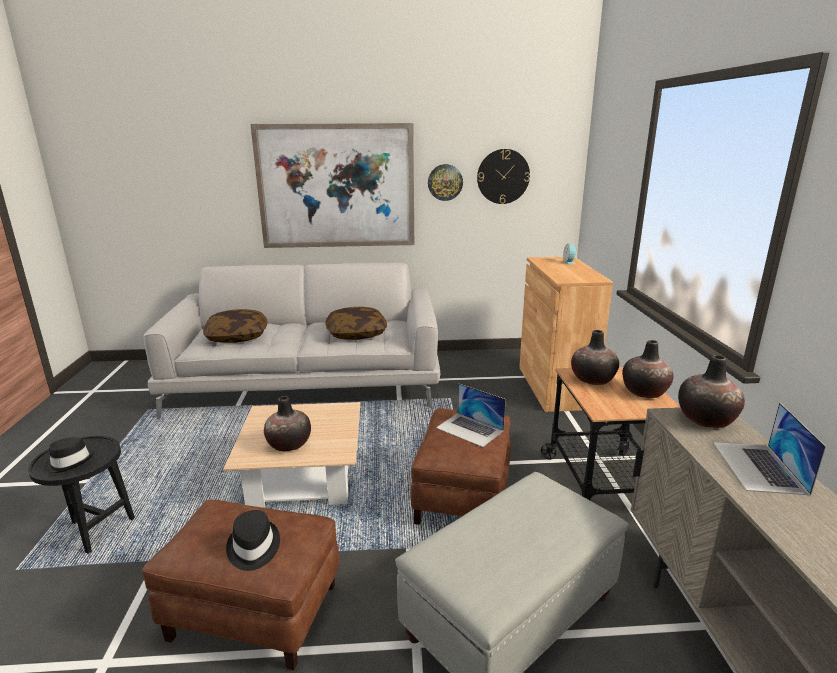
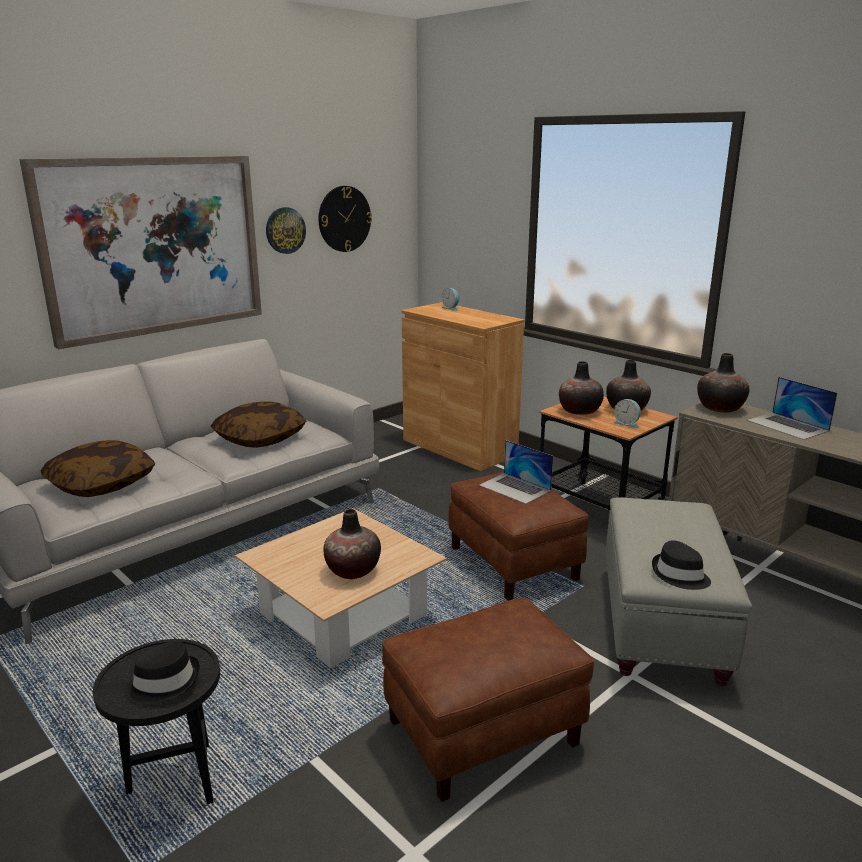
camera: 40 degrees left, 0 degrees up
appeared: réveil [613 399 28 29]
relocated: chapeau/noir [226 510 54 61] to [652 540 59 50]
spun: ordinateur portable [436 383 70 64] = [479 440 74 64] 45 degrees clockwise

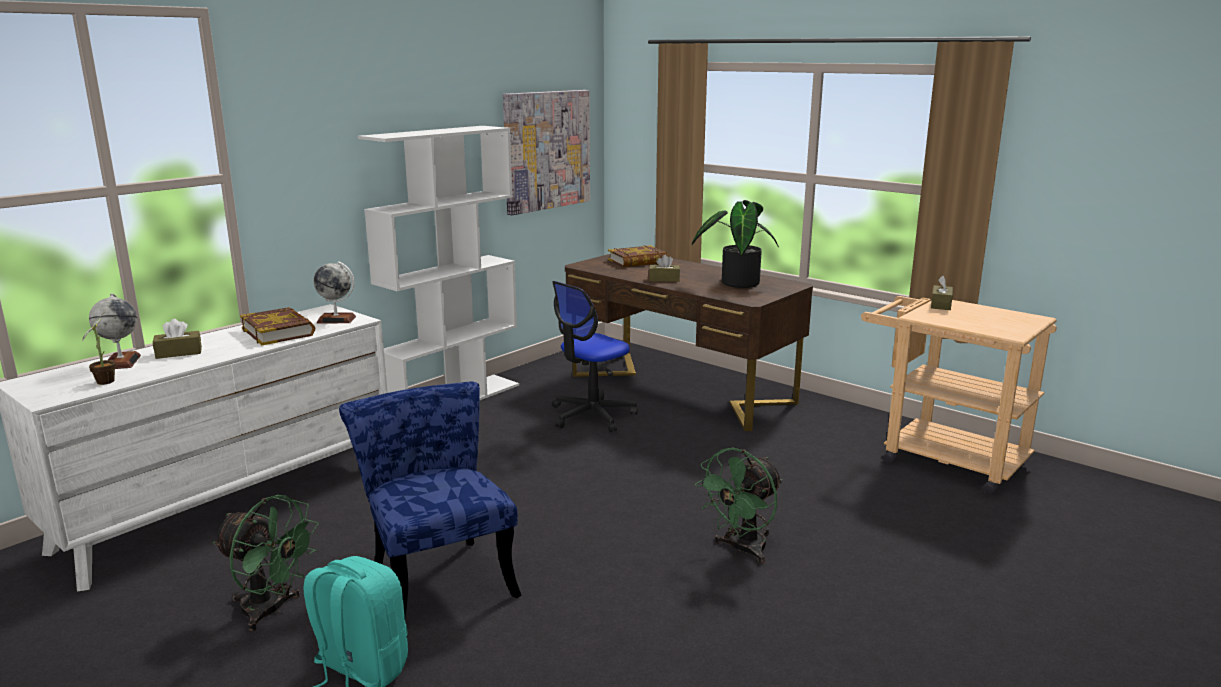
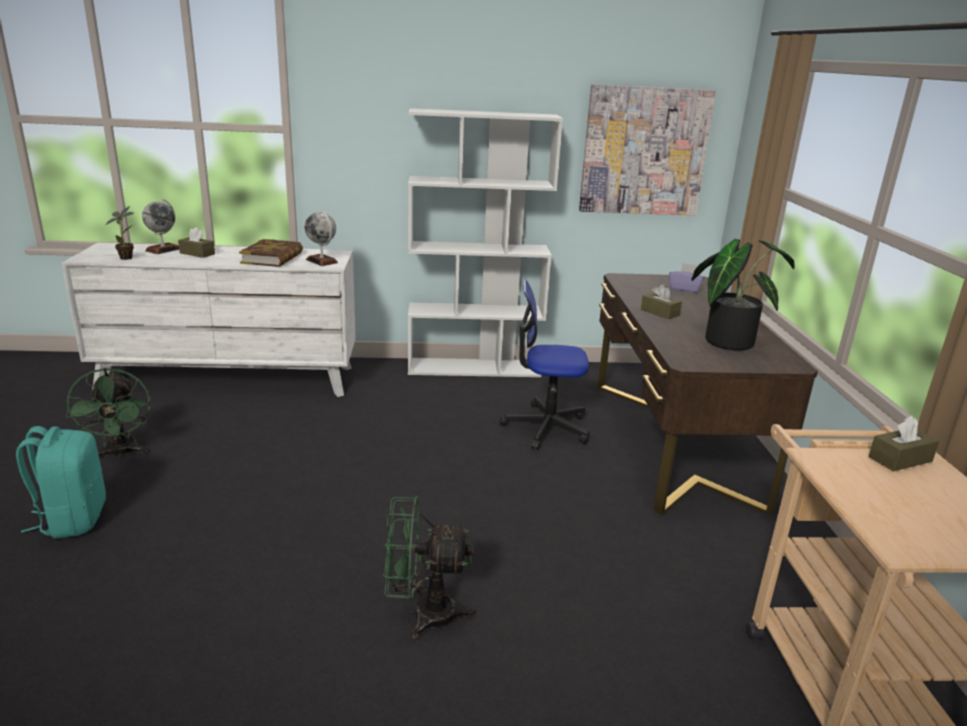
camera: 45 degrees right, 5 degrees up
missing: chaise/bleu [339 382 183 234]
exchanged: livre [608 245 60 22] to boîte à mouchoirs/violet [669 263 35 30]

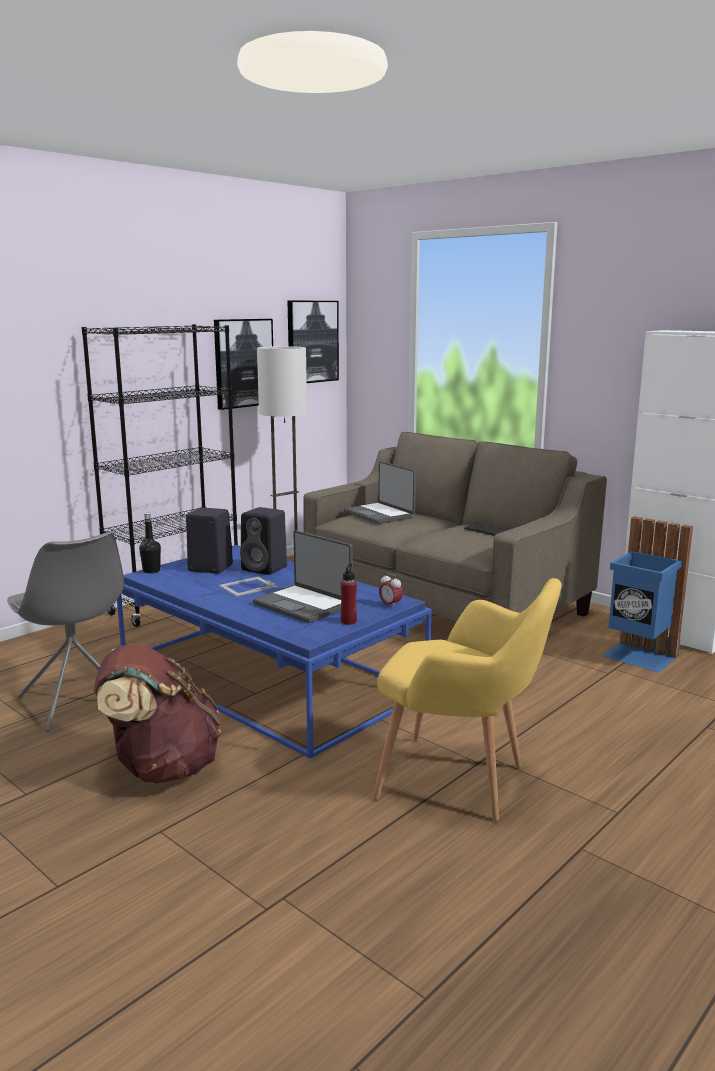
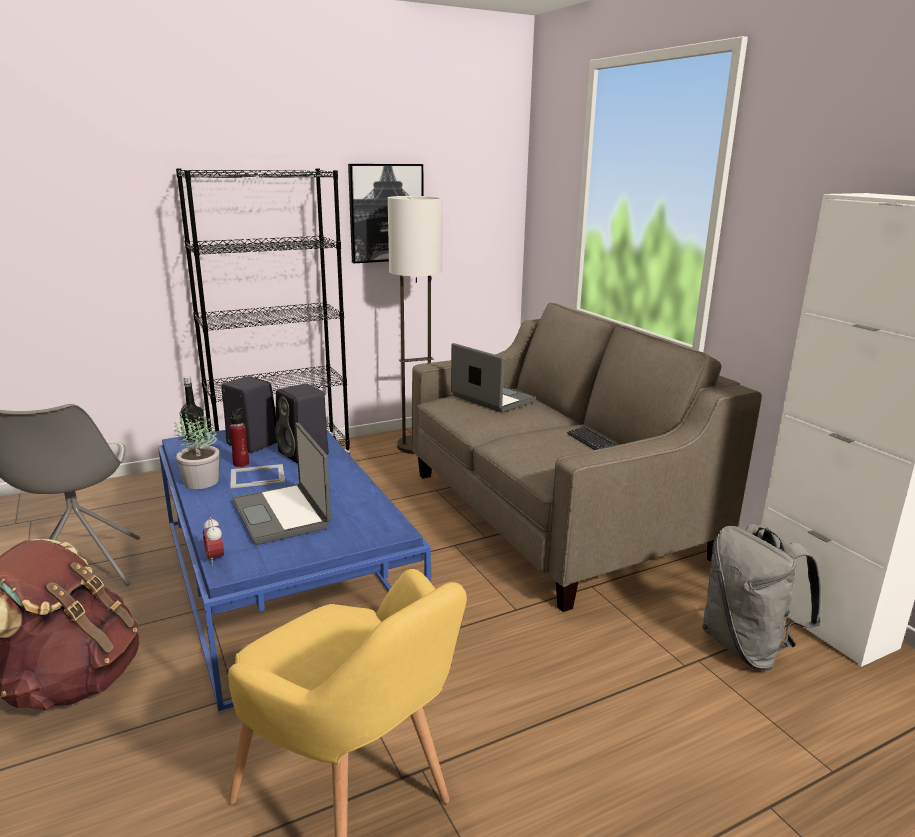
camera: 20 degrees right, 5 degrees up
missing: tableau [287 301 52 82]
appeared: plante en pot [174 412 45 77]
relocated: bouteille/rouge [341 564 16 61] to [229 408 20 59]; réveil [379 573 24 36] to [203 517 21 48]
exchanged: poubelle/bleu [602 516 91 156] to sac à dos/gris [702 524 119 146]
spun: ordinateur portable [344 461 72 63] = [451 343 85 70] 150 degrees clockwise

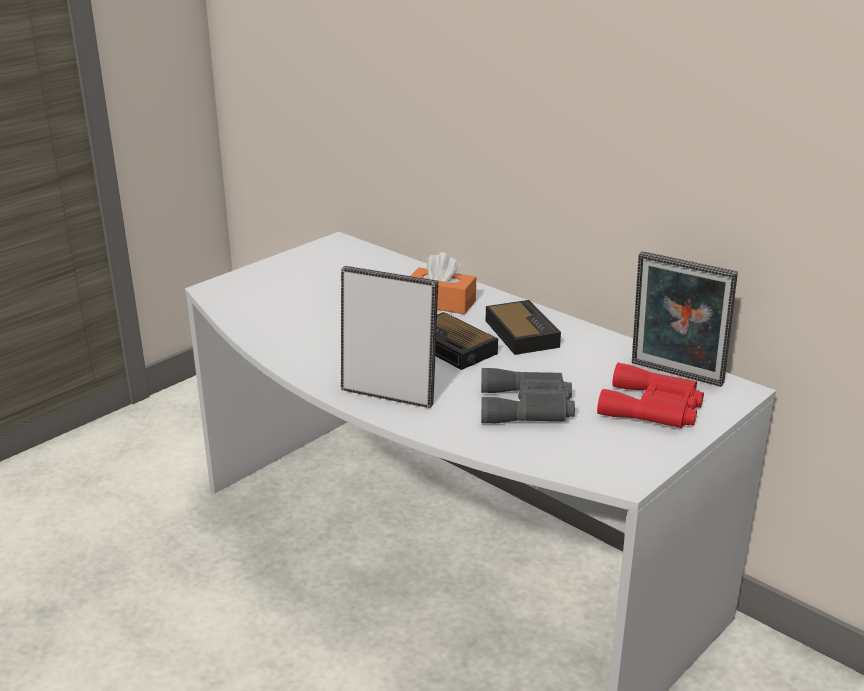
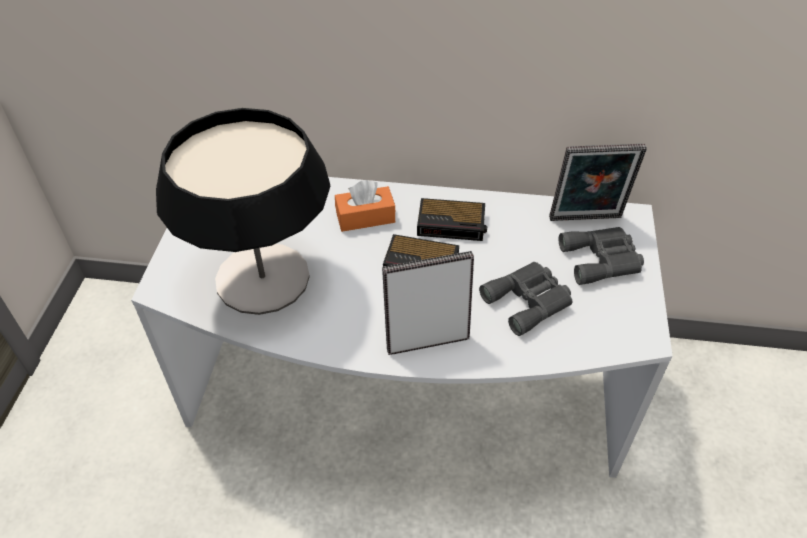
camera: 35 degrees left, 20 degrees up
appeared: lampe de table [156 108 174 207]
colour: jumelles/rouge [597 363 107 65] to jumelles/gris [558 227 86 58]
spun: réveil [486 300 75 55] = [417 198 70 43] 150 degrees clockwise

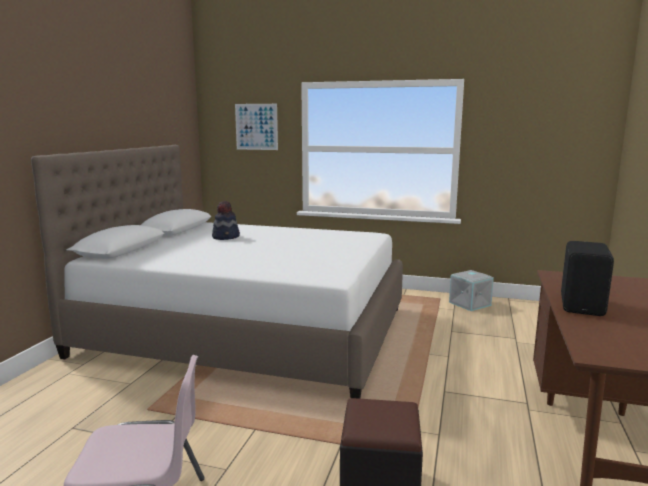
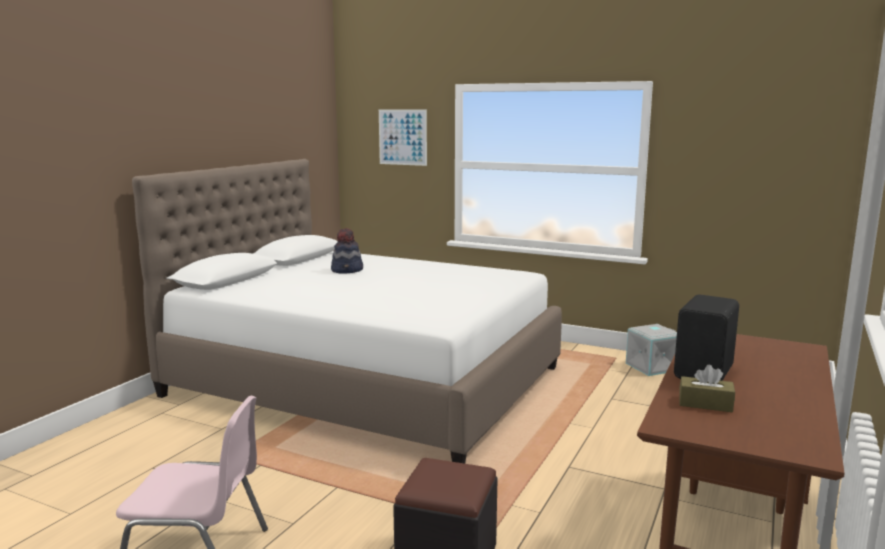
camera: 10 degrees right, 0 degrees up
appeared: boîte à mouchoirs/marron [680 364 55 48]

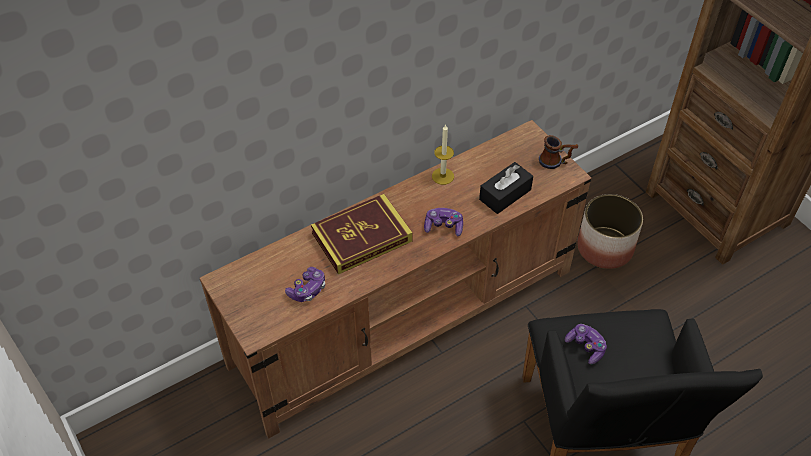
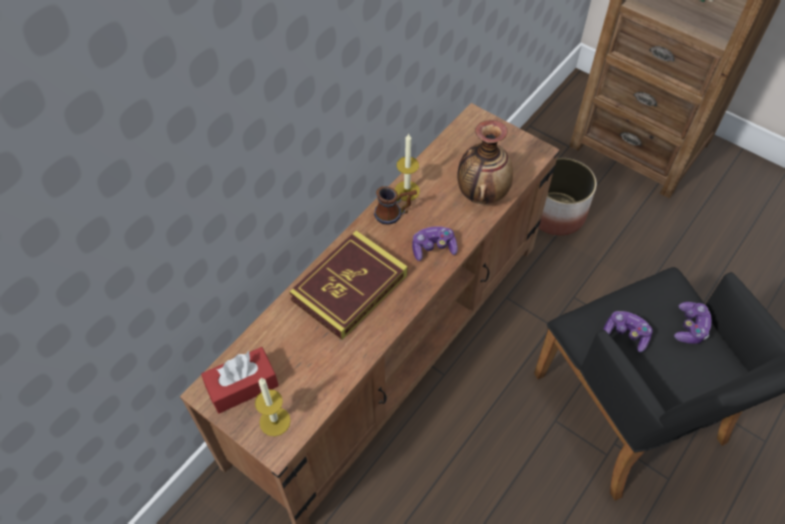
camera: 20 degrees left, 5 degrees up
appeared: boîte à mouchoirs/rouge [201 347 78 66]; bougie [255 378 36 58]
relocated: manette [285 267 40 35] to [674 302 38 42]; mug [539 135 39 34] to [374 186 43 39]
exchanged: boîte à mouchoirs/noir [479 162 54 52] to vase [457 120 56 84]

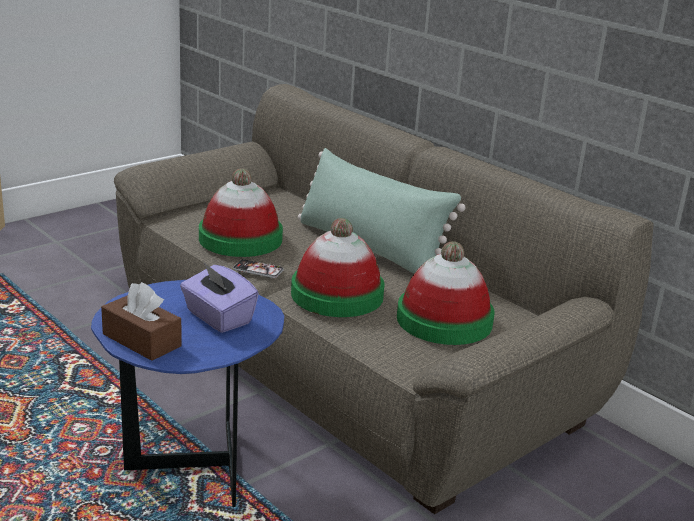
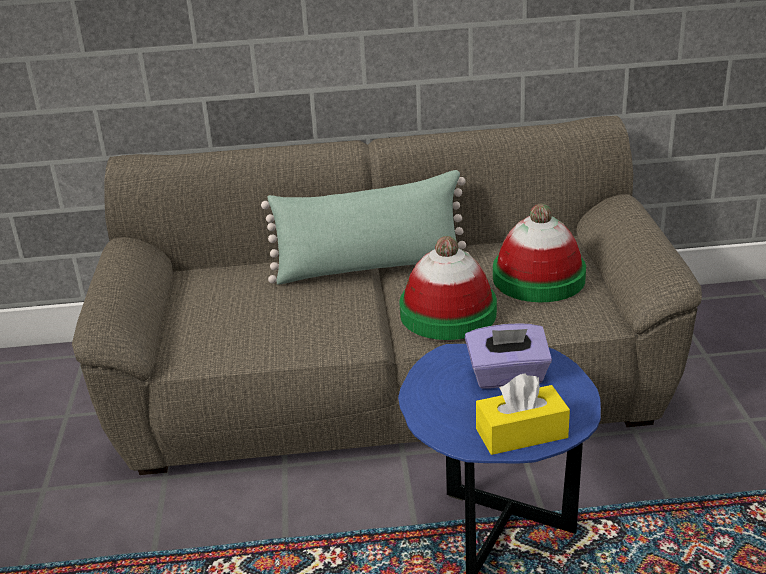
camera: 50 degrees left, 5 degrees up
missing: chapeau [199 168 84 89]; téléphone [233 259 51 19]
colour: boîte à mouchoirs/marron [101 282 81 79] to boîte à mouchoirs/jaune [476 373 94 82]

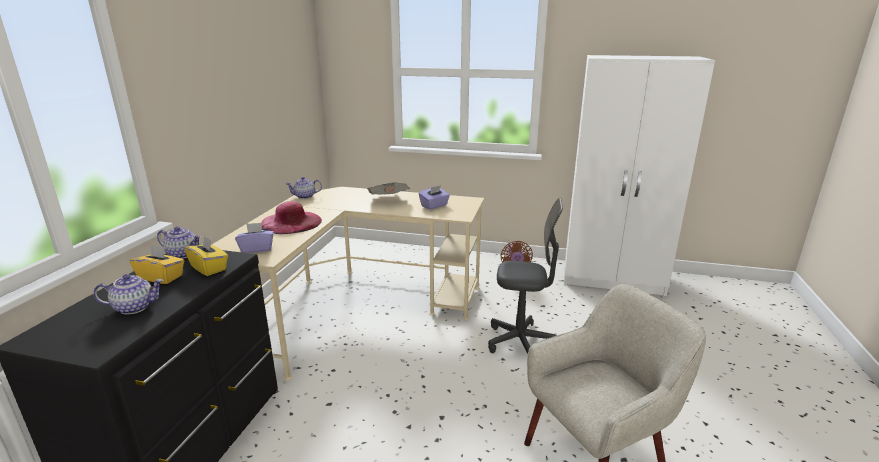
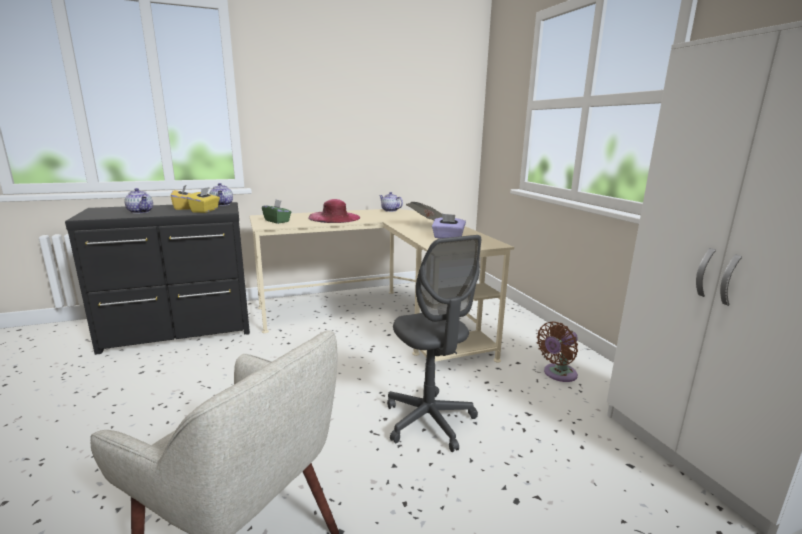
camera: 55 degrees right, 5 degrees down
colour: boîte à mouchoirs/violet [235 223 39 30] to boîte à mouchoirs/vert [262 200 29 24]

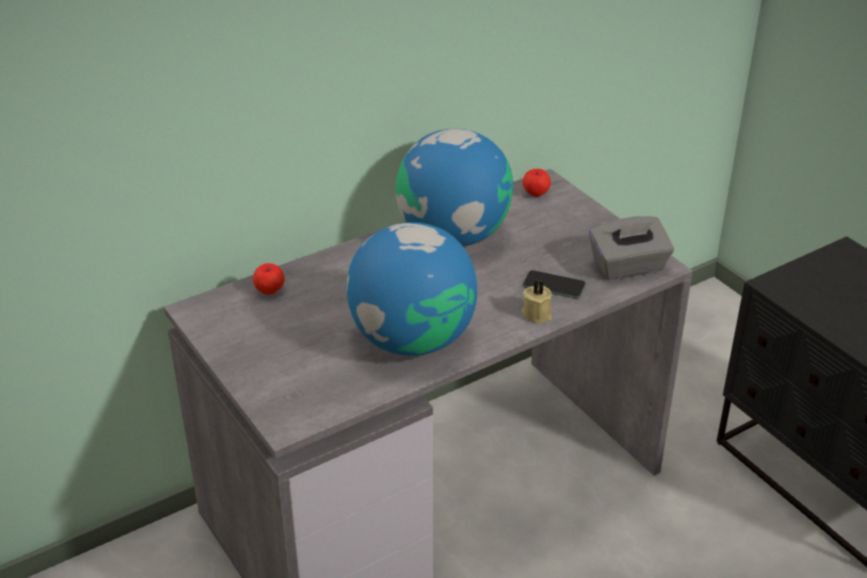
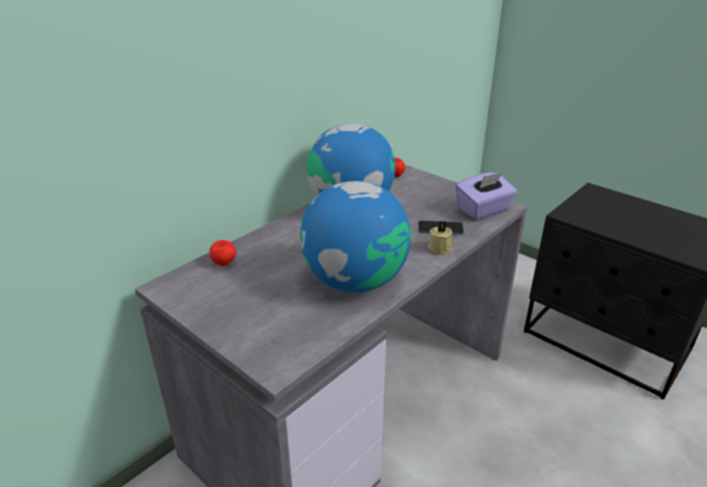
camera: 15 degrees left, 5 degrees down
colour: boîte à mouchoirs/gris [589 216 85 64] to boîte à mouchoirs/violet [456 172 62 48]

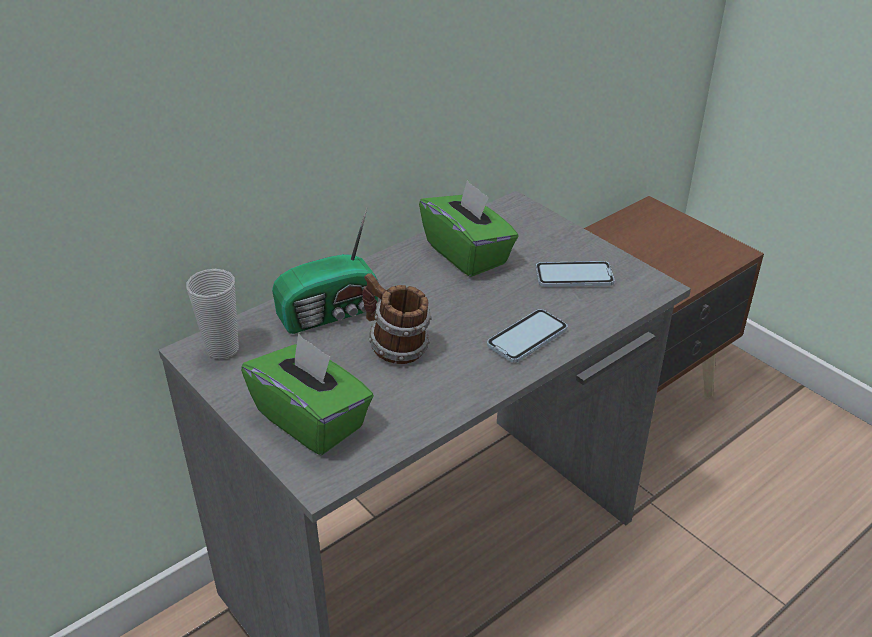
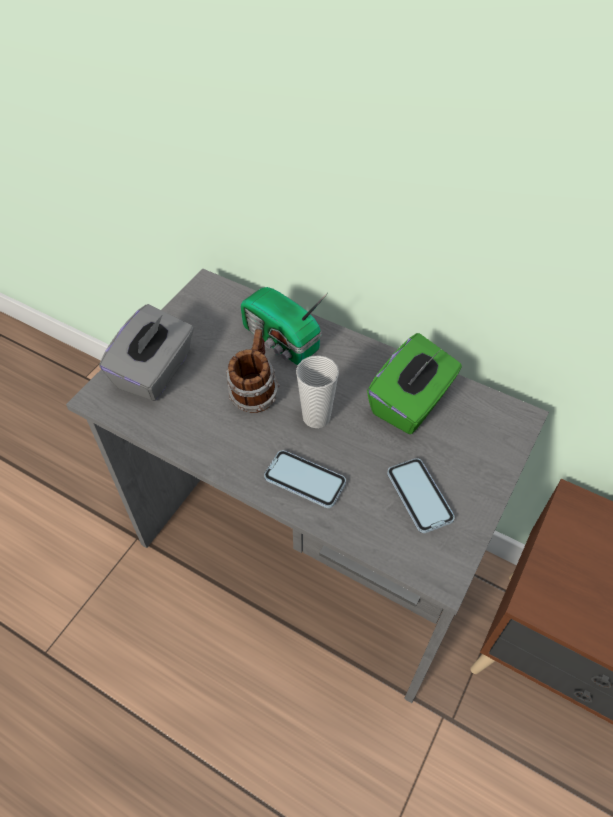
camera: 70 degrees right, 15 degrees up
relocated: tasse [186 269 53 90] to [296 355 43 73]
colour: boîte à mouchoirs/vert [241 333 133 122] to boîte à mouchoirs/gris [99 304 95 97]

